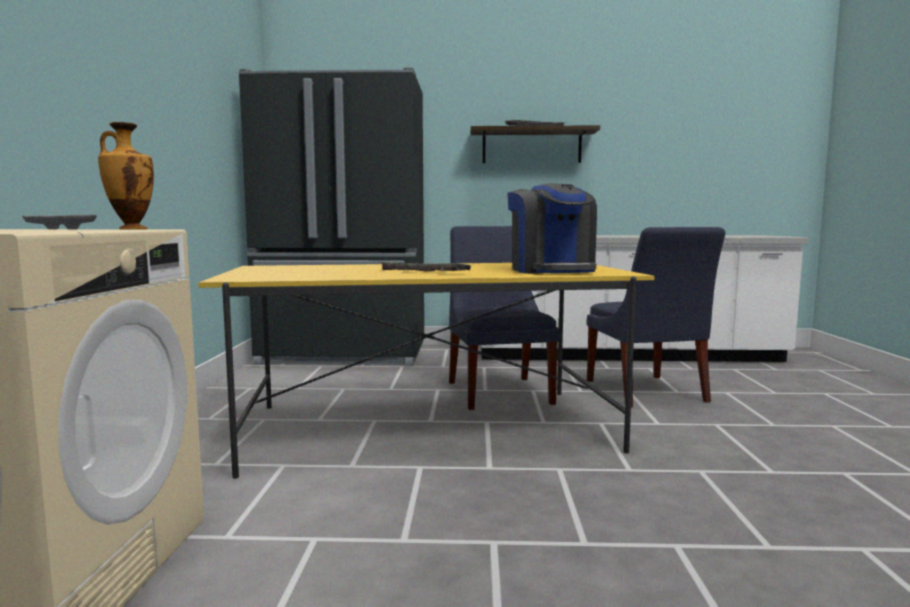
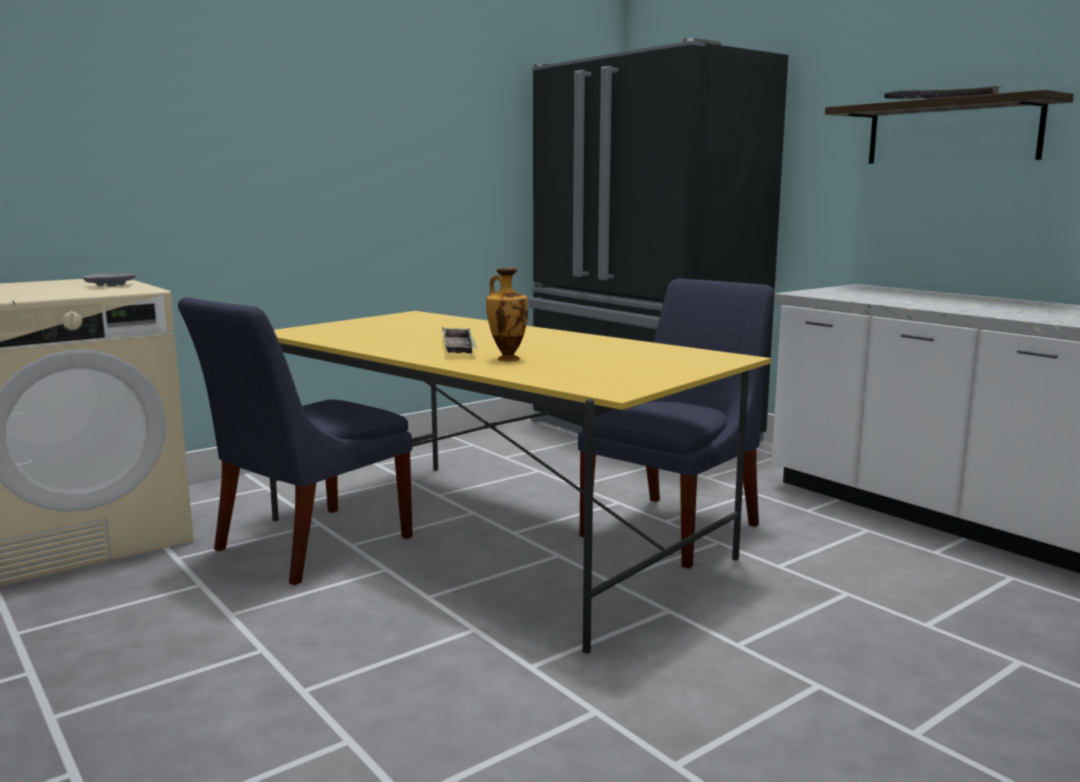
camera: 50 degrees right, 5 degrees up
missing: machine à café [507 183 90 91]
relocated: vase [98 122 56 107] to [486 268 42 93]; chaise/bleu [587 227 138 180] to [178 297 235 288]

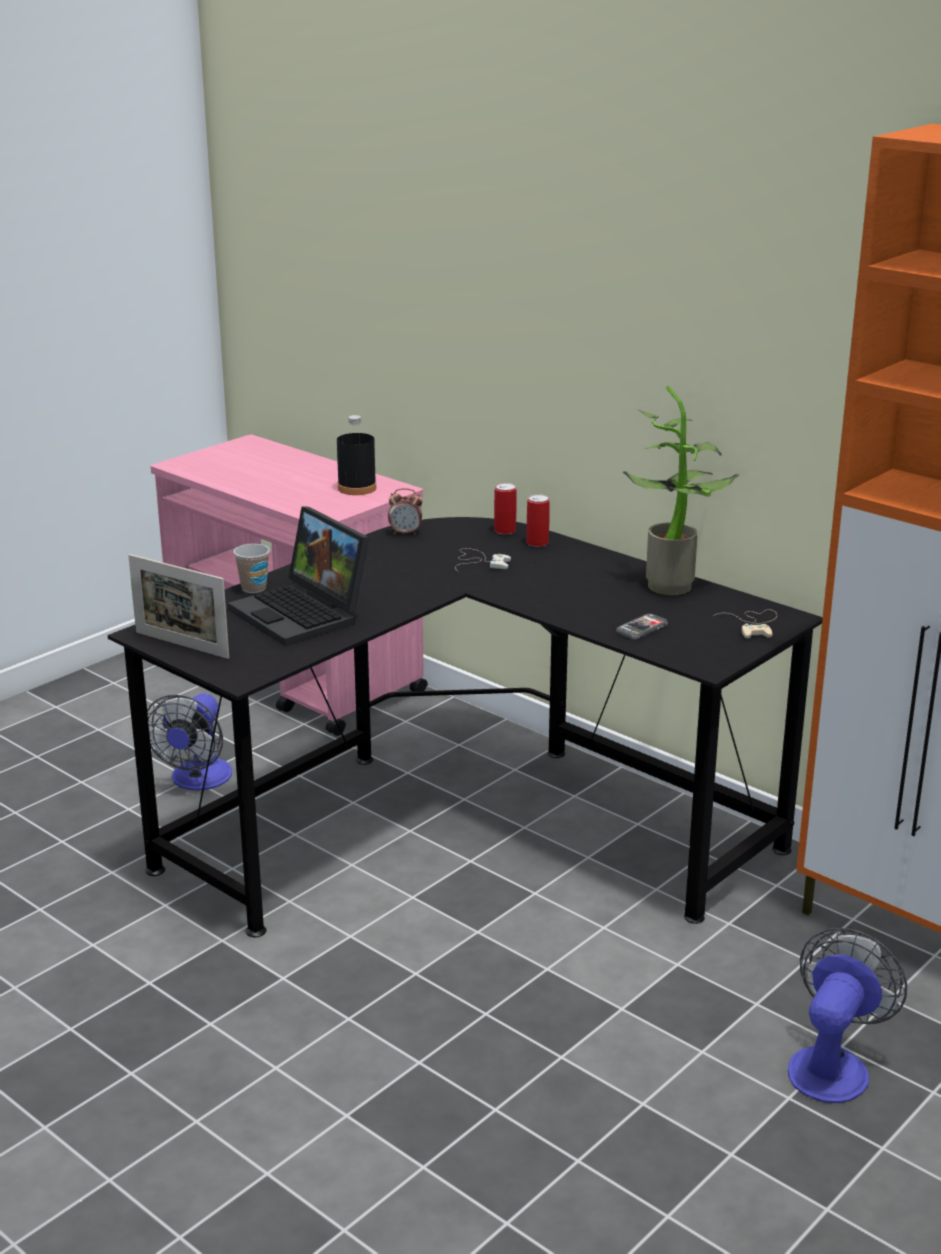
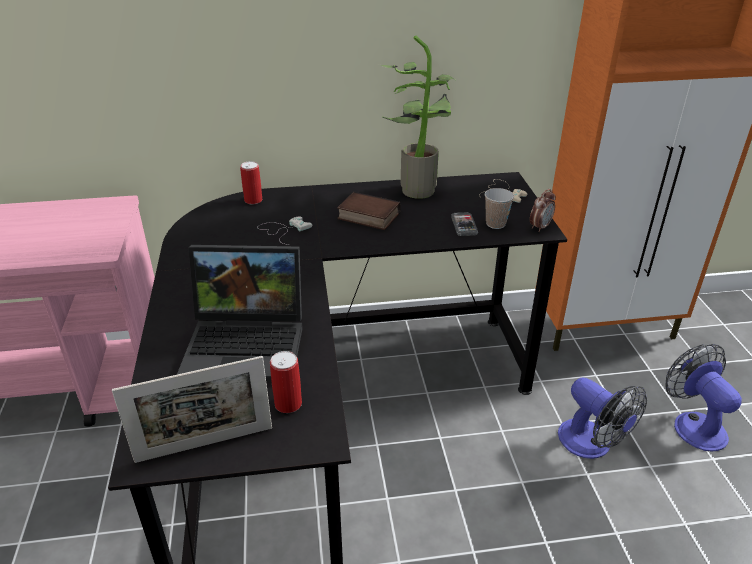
camera: 50 degrees left, 10 degrees up
missing: bouteille/noir [337 415 39 80]
appeared: livre [337 192 64 38]
relocated: ventilateur [147 693 85 98] to [558 378 89 81]; tasse [234 544 36 49] to [485 188 29 41]; réveil [388 488 35 47] to [530 189 26 43]; boîte métallique [527 494 23 53] to [270 351 32 62]

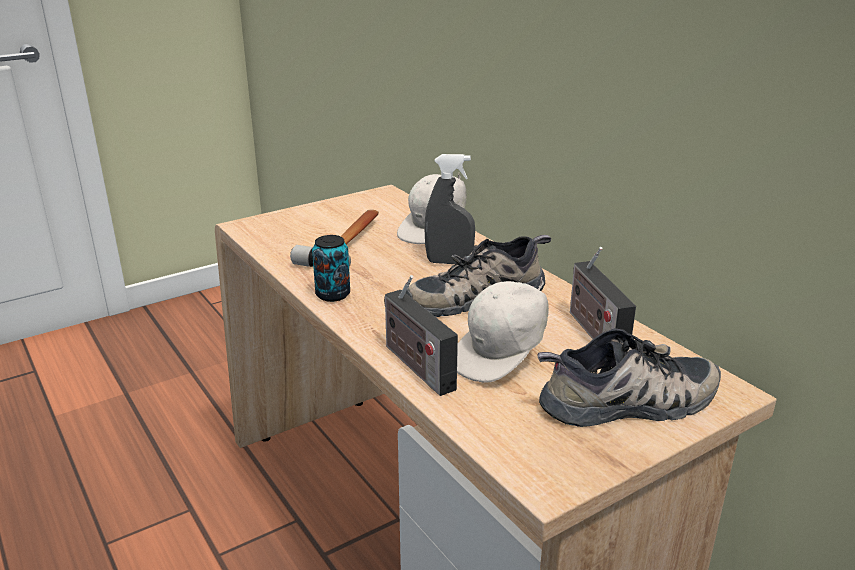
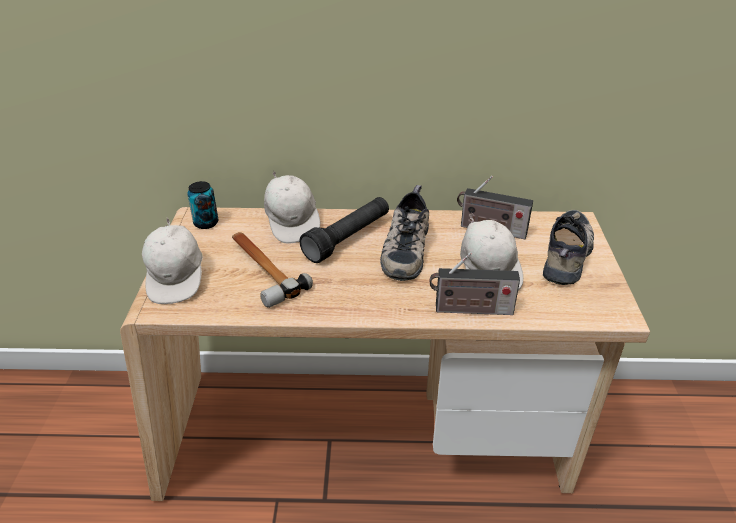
camera: 55 degrees left, 10 degrees up
appeared: casquette/blanc [142 217 61 87]
relocated: boîte métallique [312 235 38 67] to [187 181 32 48]
exchanged: vaporisateur/gris [425 154 50 110] to lampe de poche/noir [300 197 89 66]

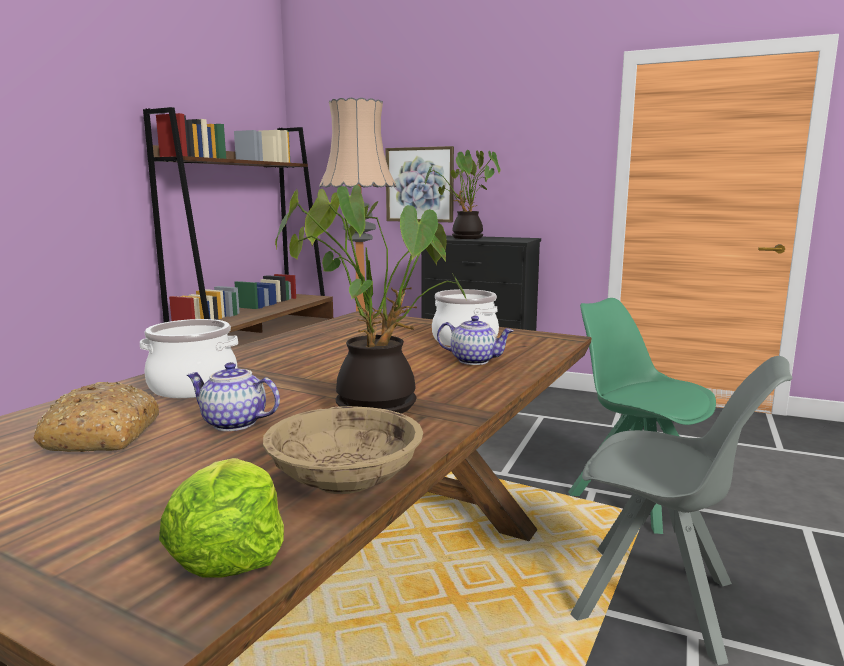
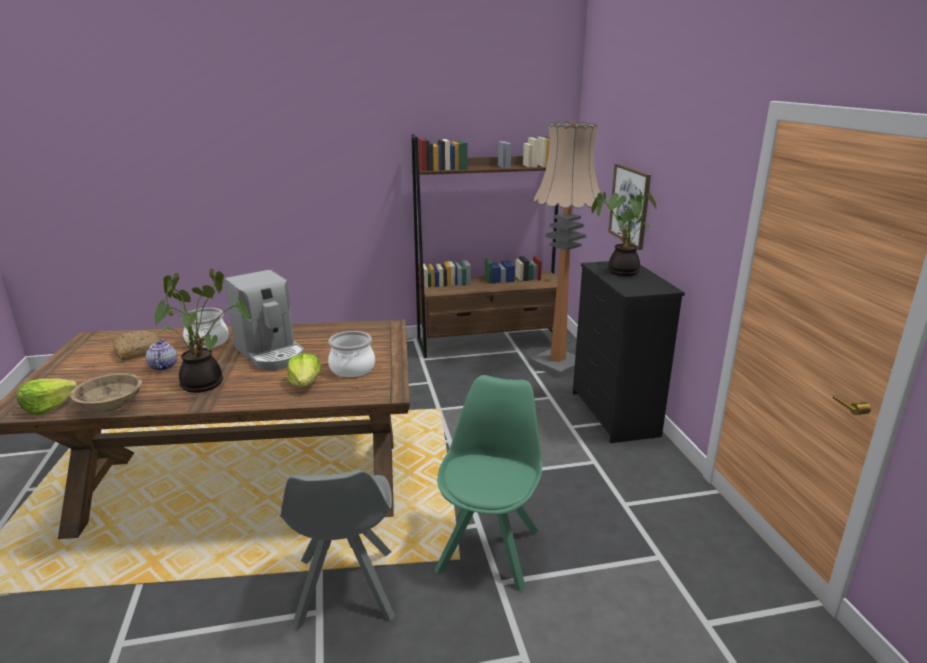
camera: 55 degrees right, 10 degrees up
appeared: machine à café [224 270 80 100]
exchanged: théière [437 316 77 49] to laitue [287 353 34 34]

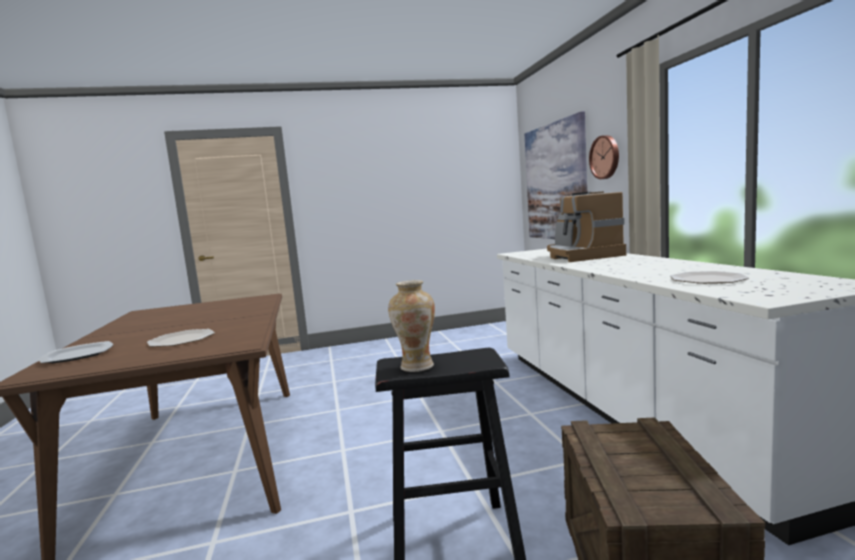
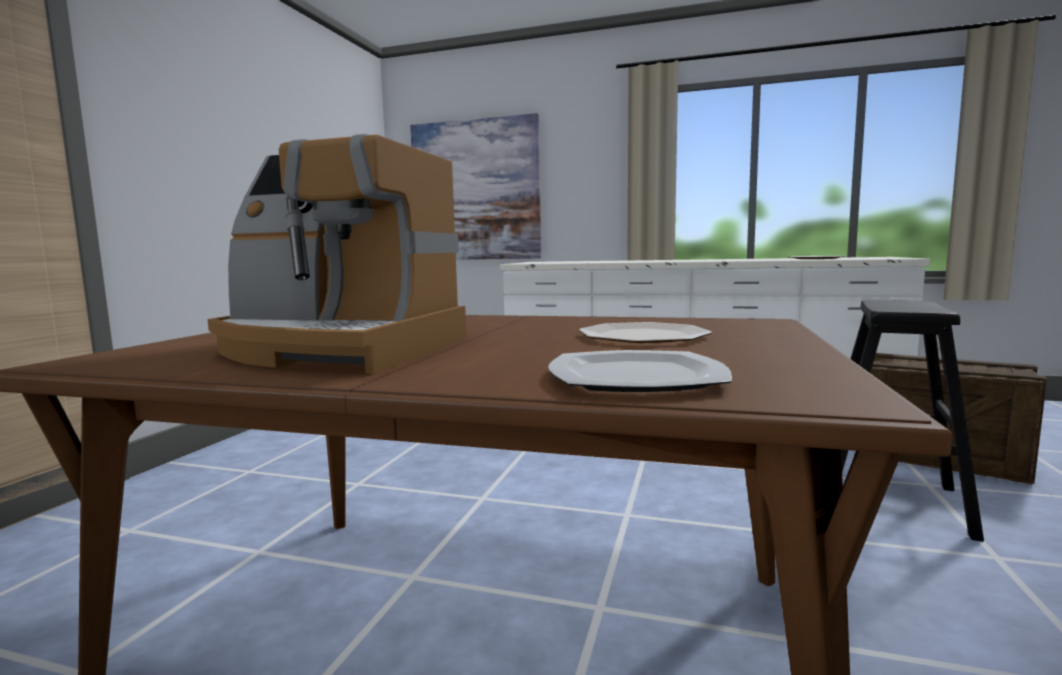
camera: 60 degrees left, 0 degrees up
missing: vase [388 280 47 92]; horloge murale [589 135 30 44]
relocated: machine à café [547 192 79 70] to [208 134 258 240]

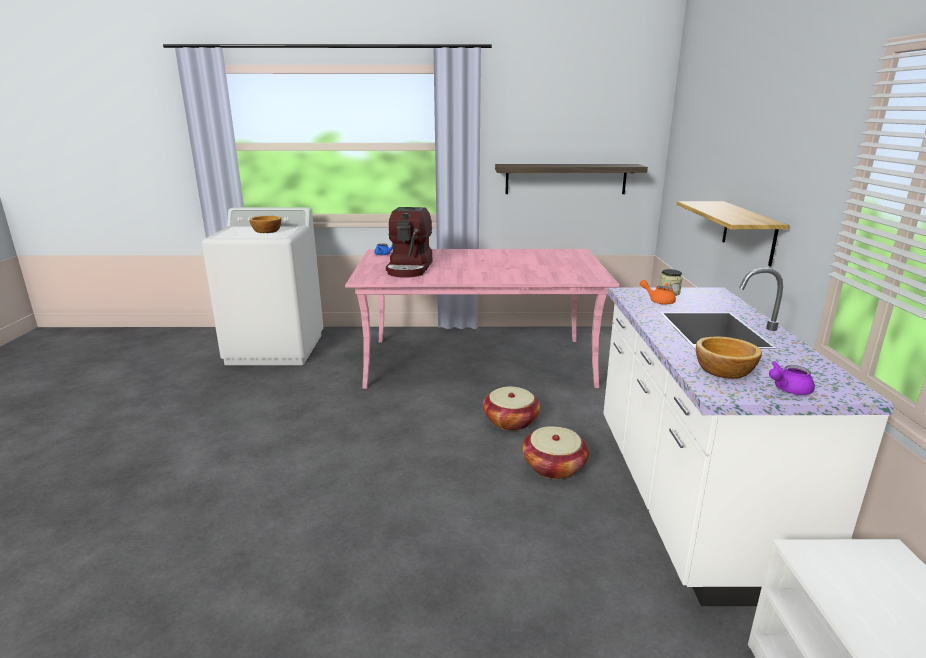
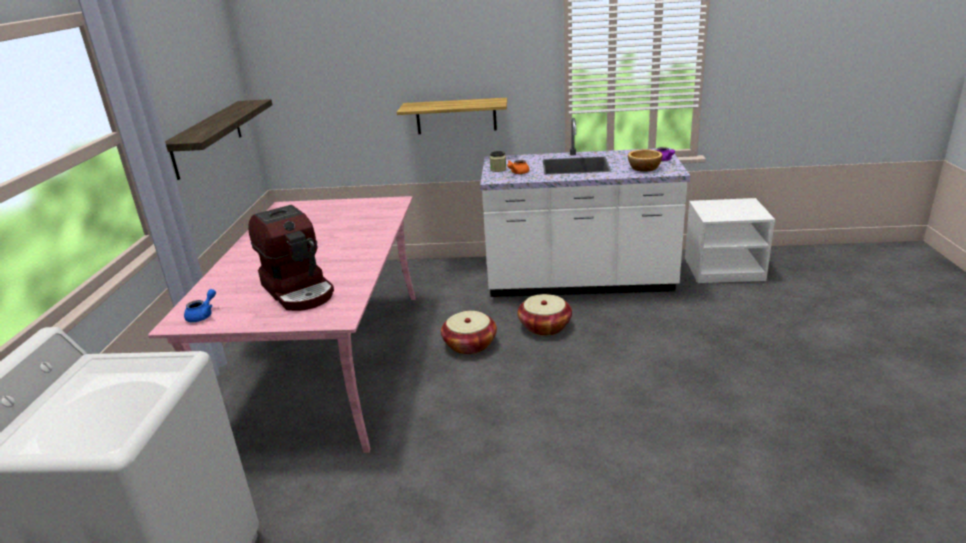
camera: 85 degrees left, 5 degrees up
missing: bol [249 216 33 17]
spun: machine à café [386 207 46 71] = [248 205 86 106] 45 degrees clockwise

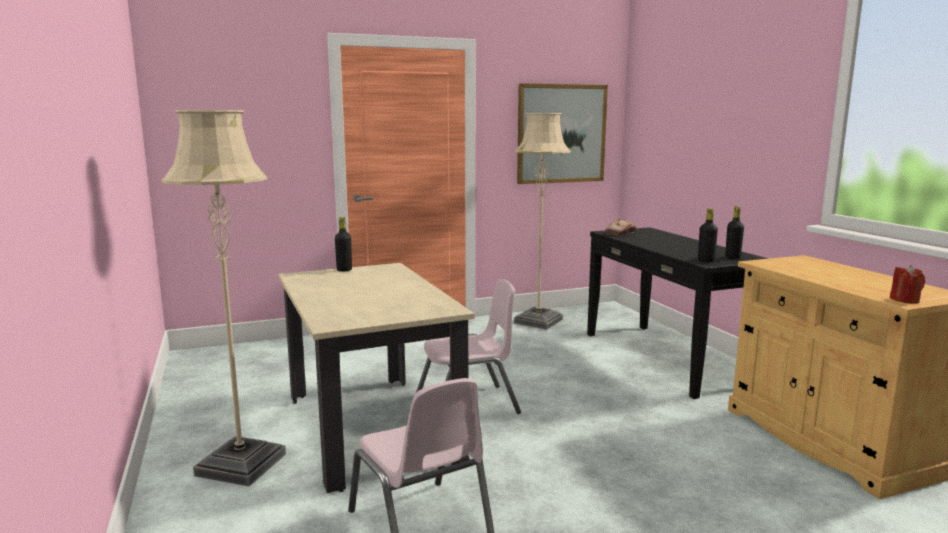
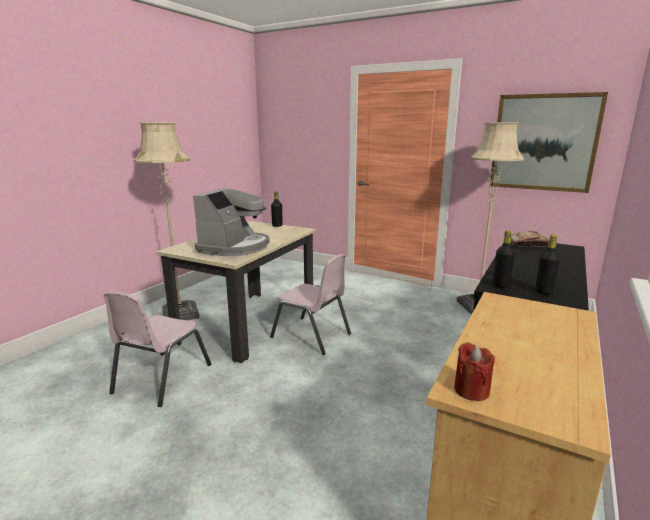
camera: 50 degrees right, 5 degrees up
appeared: machine à café [193 187 76 69]

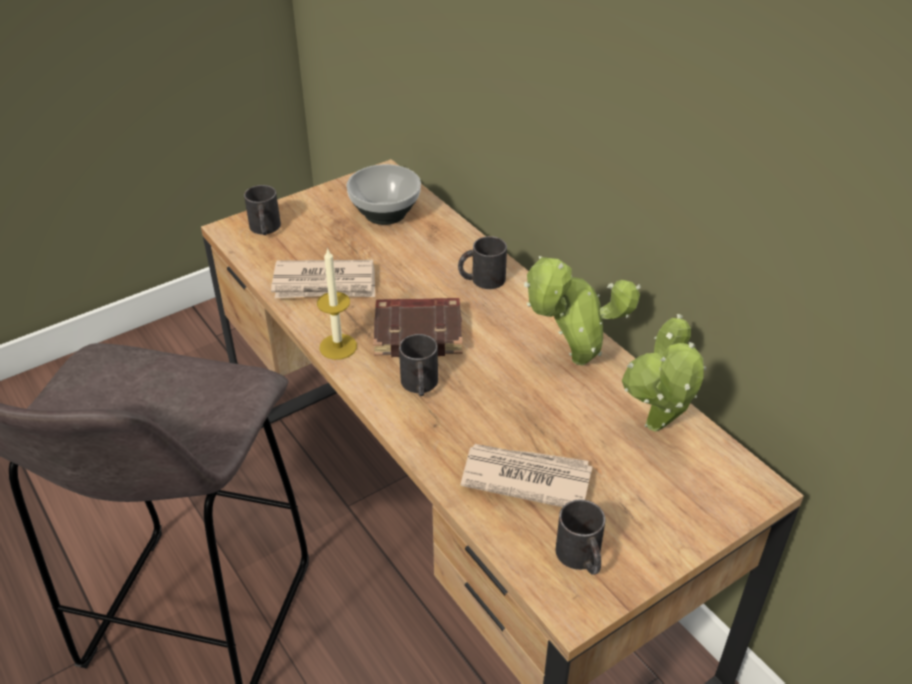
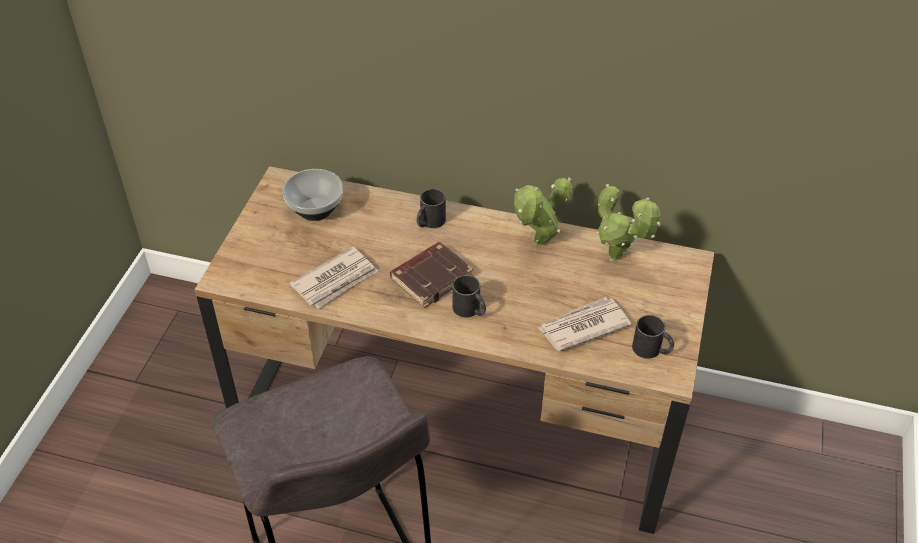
camera: 40 degrees left, 5 degrees up
missing: mug/noir [244 185 37 50]; bougie [317 248 40 112]

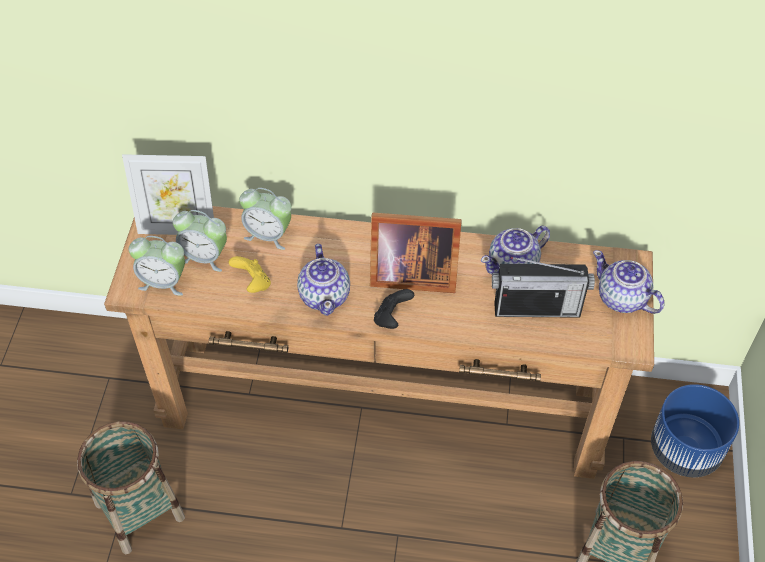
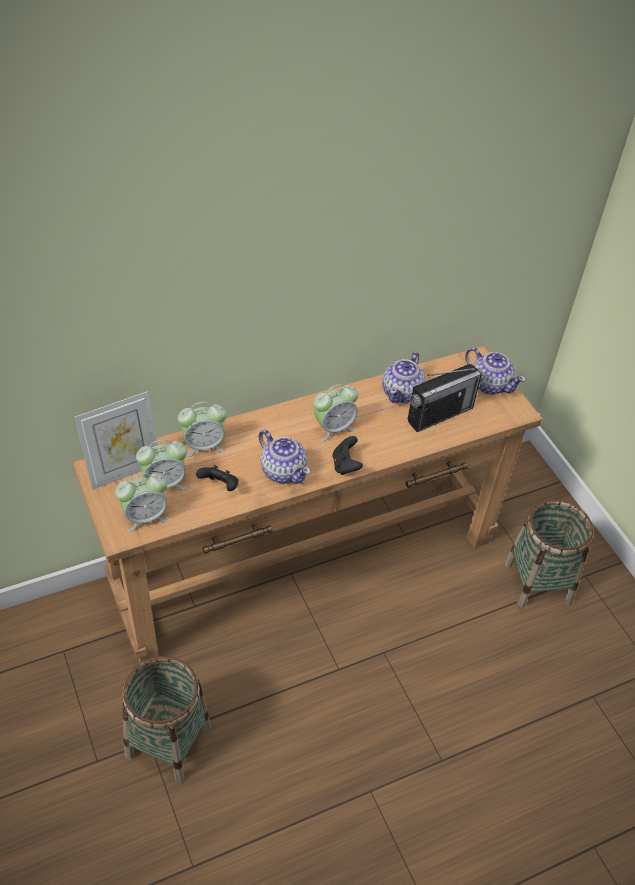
camera: 35 degrees left, 5 degrees down
missing: cache-pot/bleu [651 384 88 93]
exchanged: cadre photo [370 212 92 81] to réveil [314 384 44 57]
colour: manette/jaune [228 256 43 37] to manette/noir [196 465 42 26]
spun: théière [593 250 71 64] = [465 348 61 47] 150 degrees counterclockwise

